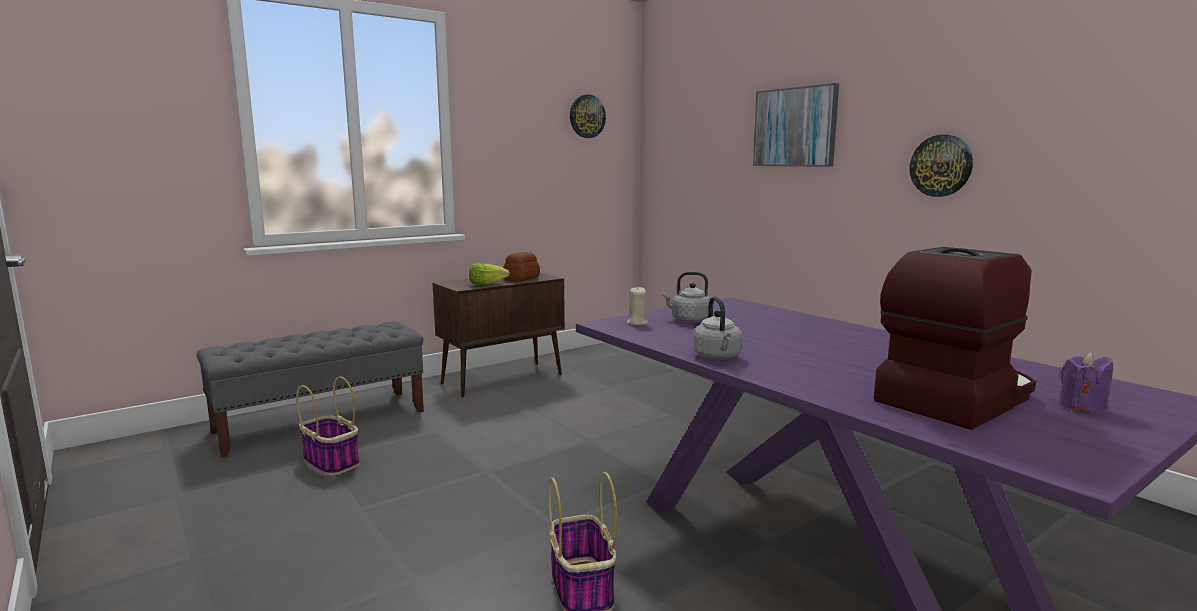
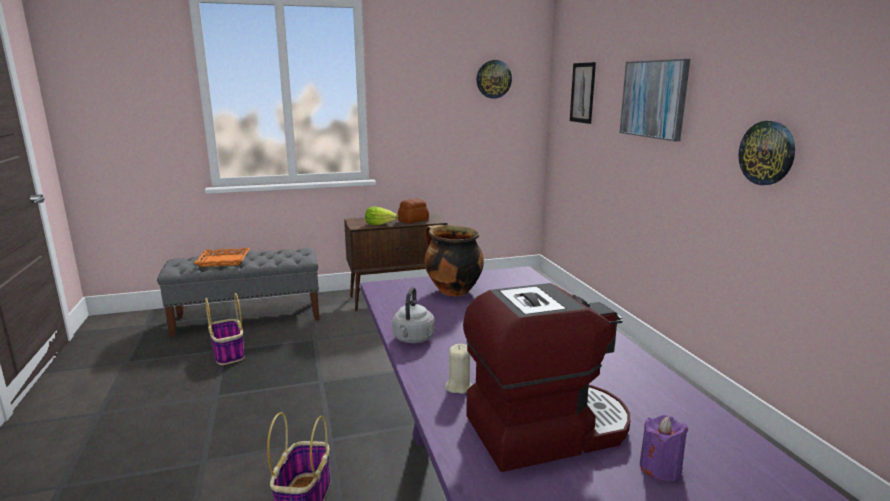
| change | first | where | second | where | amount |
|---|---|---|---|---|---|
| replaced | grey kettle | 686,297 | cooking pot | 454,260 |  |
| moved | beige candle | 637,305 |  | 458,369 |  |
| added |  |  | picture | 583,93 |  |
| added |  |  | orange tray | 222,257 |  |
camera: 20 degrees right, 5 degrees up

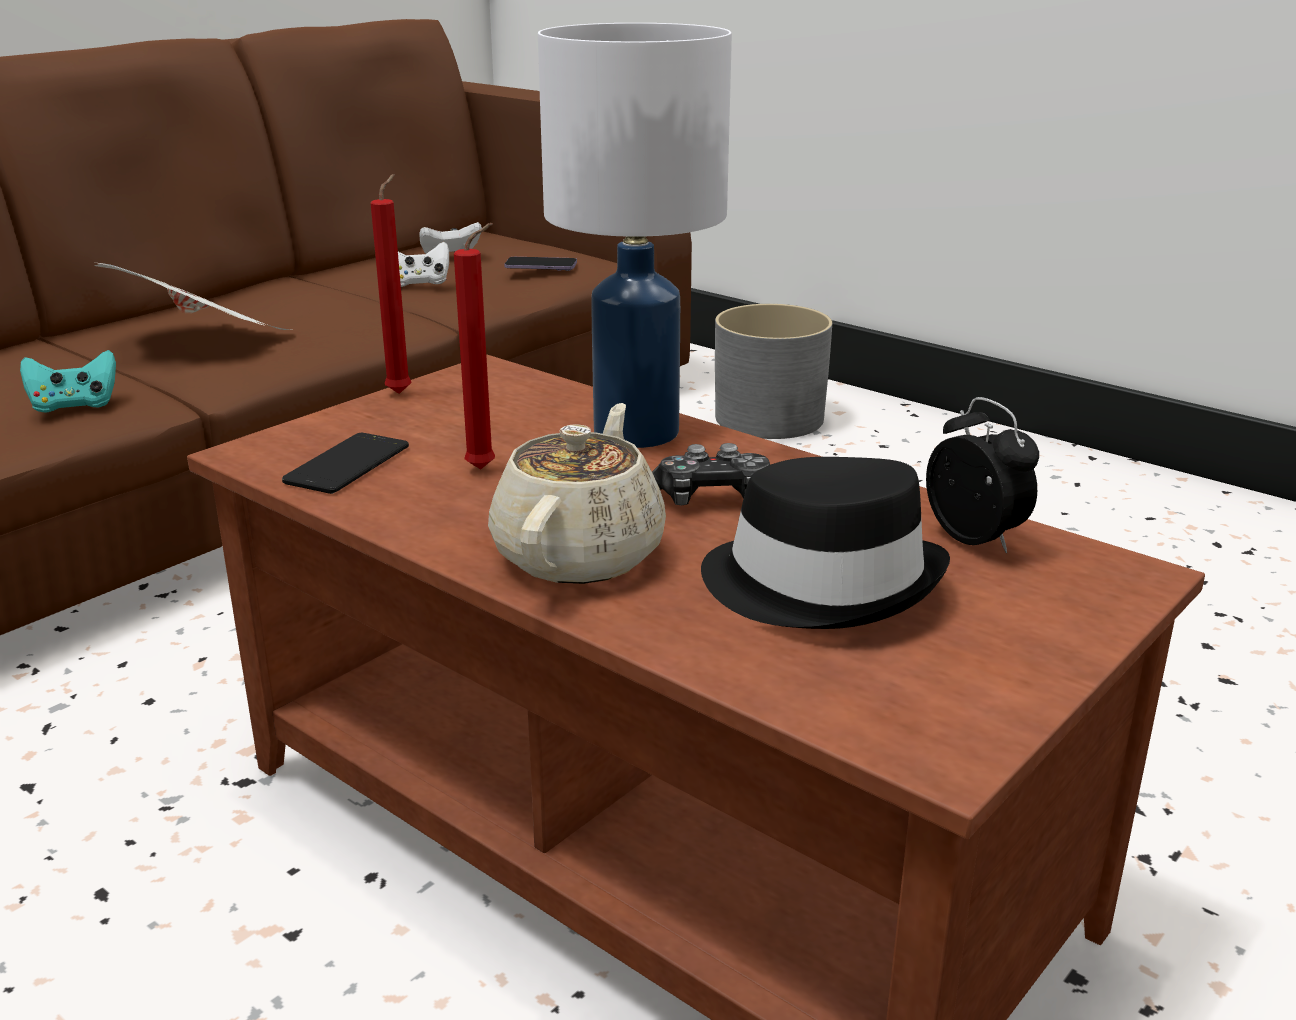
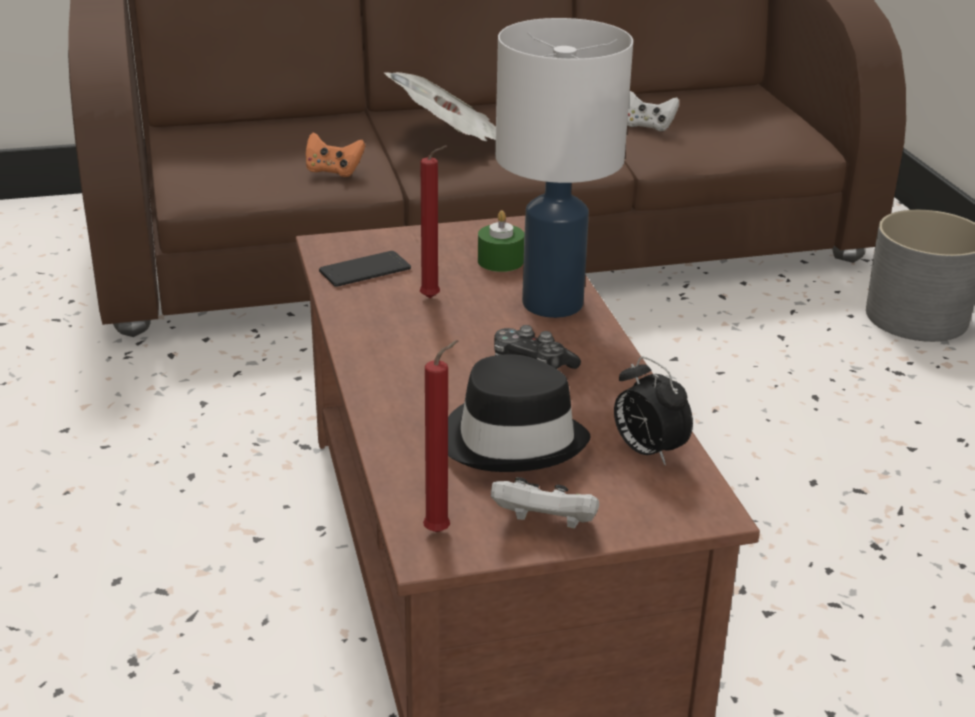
| change | first | where | second | where | amount |
|---|---|---|---|---|---|
| moved | red candle | 390,284 |  | 441,436 |  |
| moved | white game controller | 450,237 |  | 545,503 |  |
| removed | phone | 540,264 |  |  |  |
| recoloured | turquoise game controller | 68,381 | orange game controller | 335,154 |  |
| turned | alarm clock | 982,475 |  | 653,410 | 135 degrees clockwise |
| removed | beige teapot | 577,493 |  |  |  |
| added |  |  | green candle | 501,241 |  |
camera: 35 degrees right, 5 degrees up

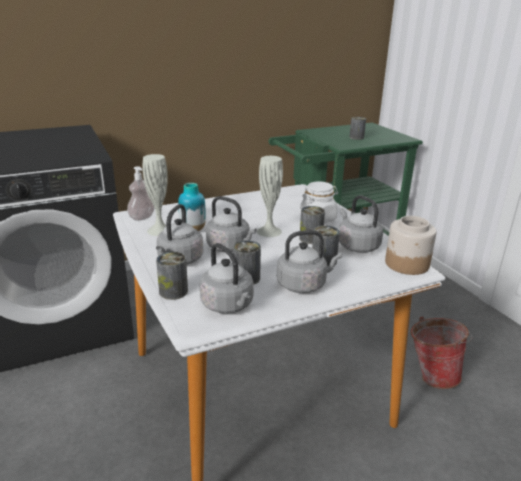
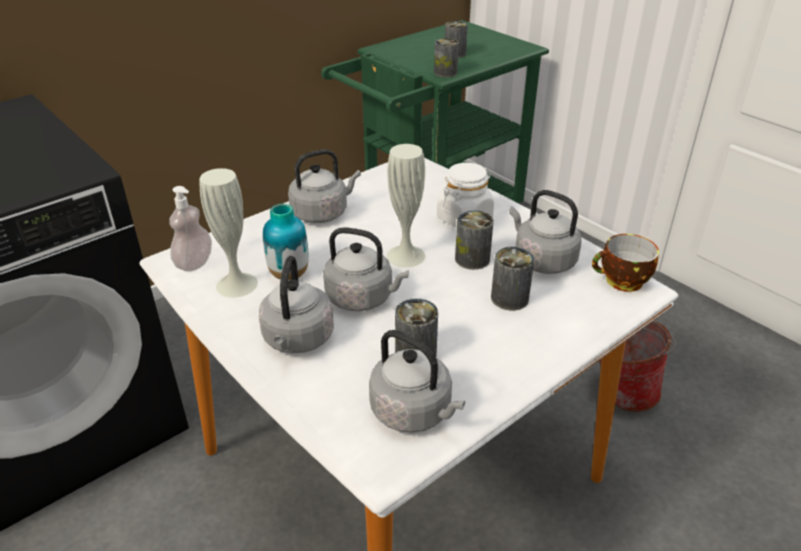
| change | first | where | second | where | amount |
|---|---|---|---|---|---|
| replaced | jar | 411,245 | cup | 625,263 |  |
| moved | grey kettle | 309,261 |  | 324,186 |  |
| moved | can | 172,276 |  | 446,58 |  |
camera: 15 degrees left, 10 degrees up

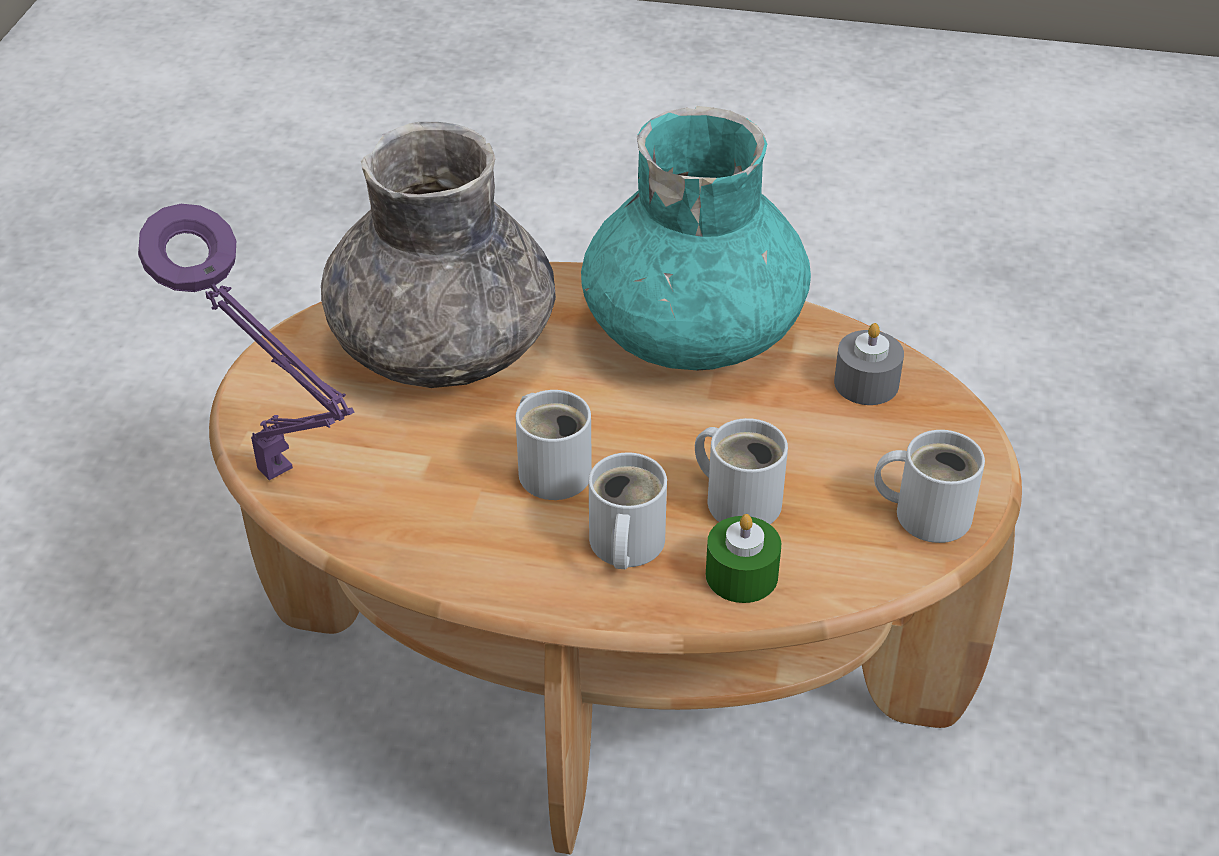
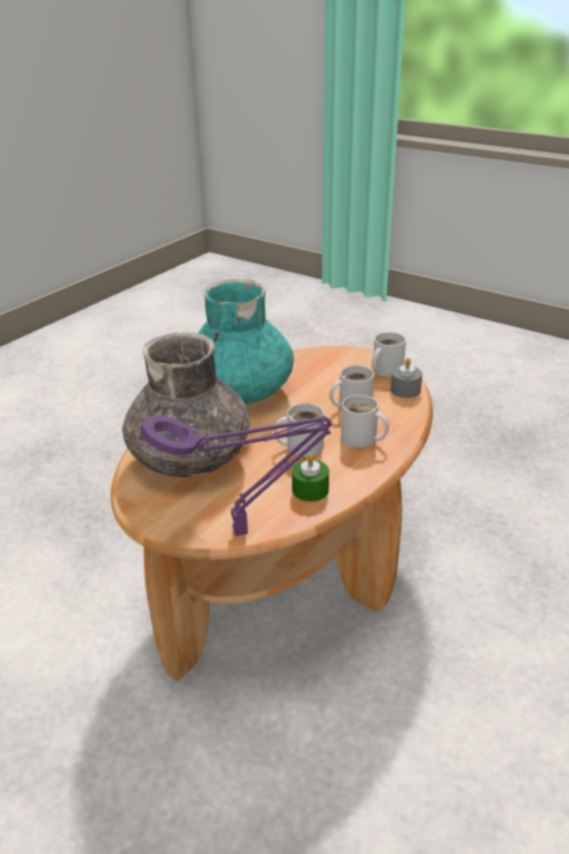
| change | first | where | second | where | amount |
|---|---|---|---|---|---|
| moved | grey candle | 869,364 |  | 406,378 |  |
| moved | green candle | 743,558 |  | 310,478 |  |
camera: 65 degrees left, 10 degrees down

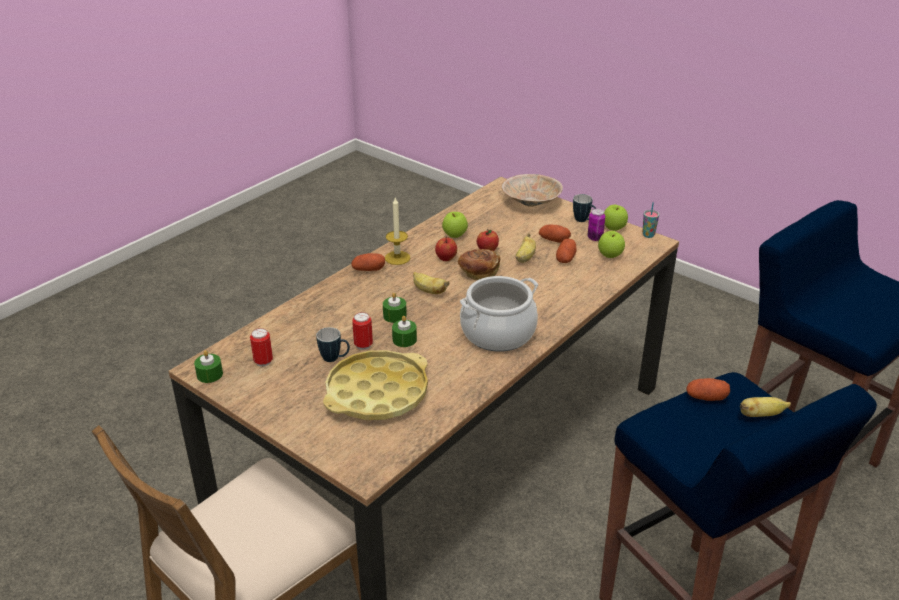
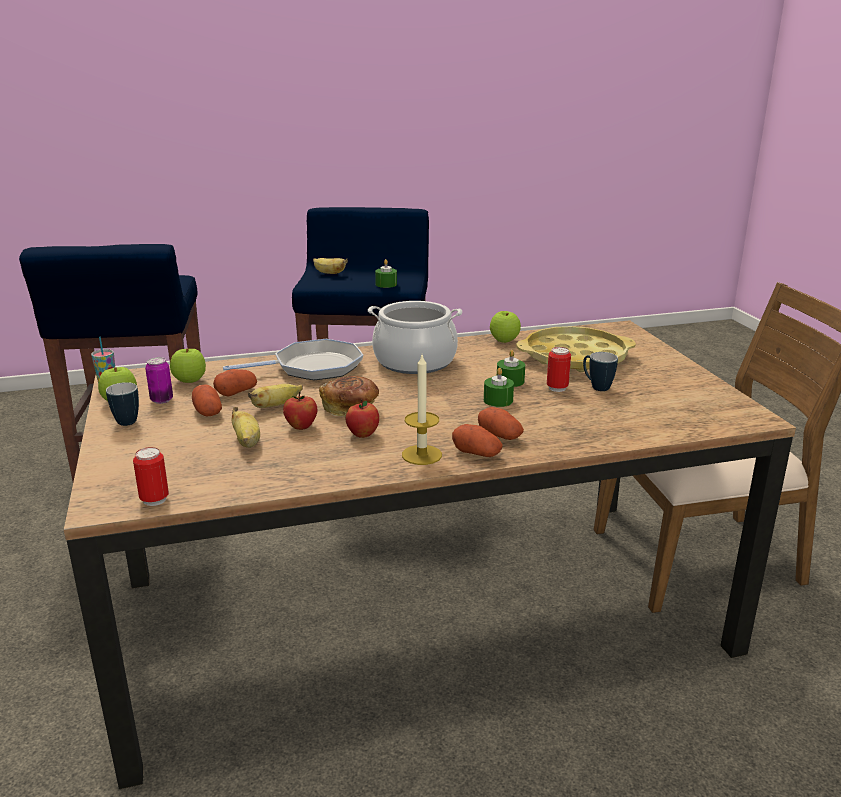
| change | first | where | second | where | amount |
|---|---|---|---|---|---|
| removed | beige bowl | 532,190 |  |  |  |
| moved | apple | 455,225 |  | 505,327 |  |
| moved | banana | 431,283 |  | 246,427 |  |
| moved | can | 261,347 |  | 151,476 |  |
| moved | green candle | 208,366 |  | 386,273 |  |
| moved | potato | 708,389 |  | 501,423 |  |
| added |  |  | frying pan | 293,359 |  |
camera: 145 degrees left, 10 degrees down

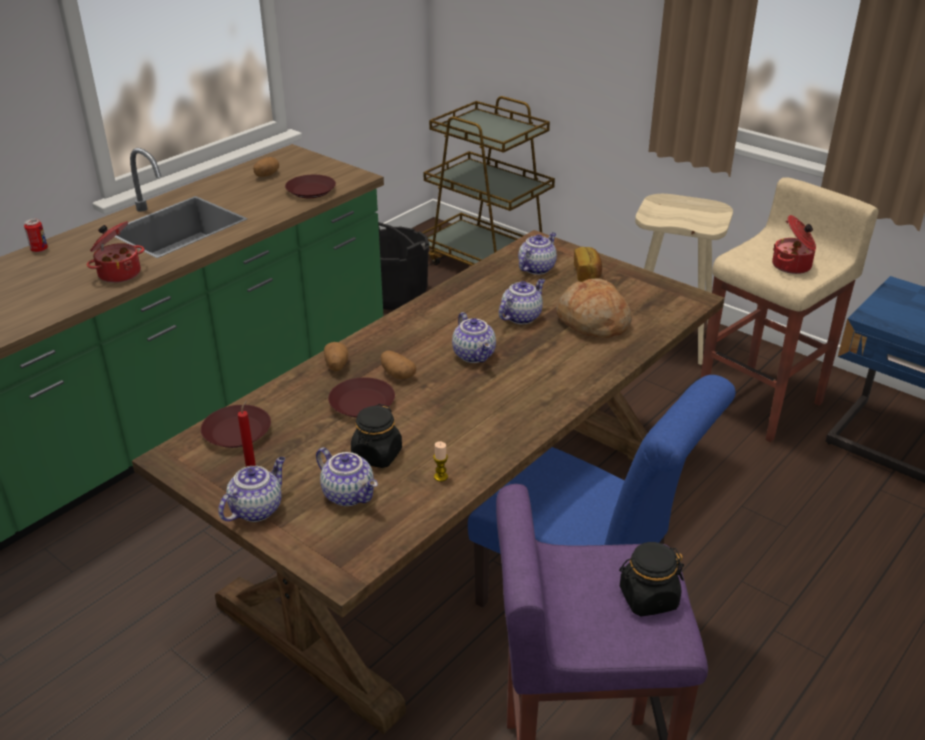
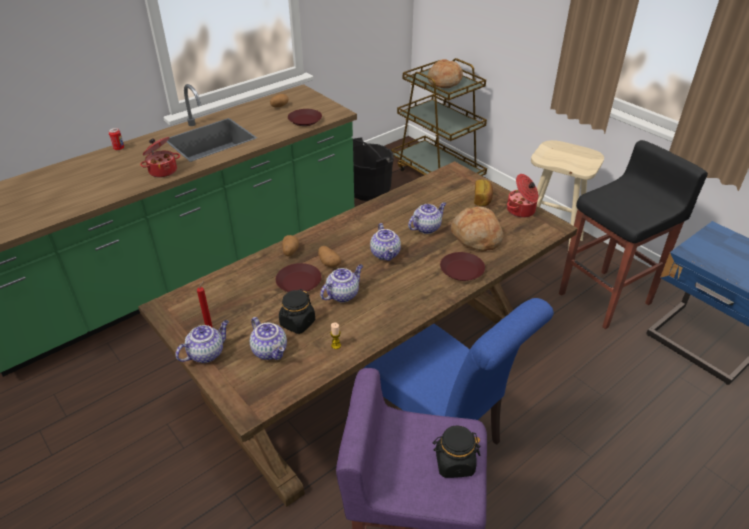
| change | first | where | second | where | amount |
|---|---|---|---|---|---|
| recoloured | beige stool | 789,309 | black stool | 633,234 |  |
| moved | cooking pot | 794,244 |  | 523,196 |  |
| moved | teapot | 537,253 |  | 341,283 |  |
| moved | brown plate | 236,426 |  | 462,266 |  |
| added |  |  | bread | 445,73 |  |
camera: 10 degrees right, 5 degrees up

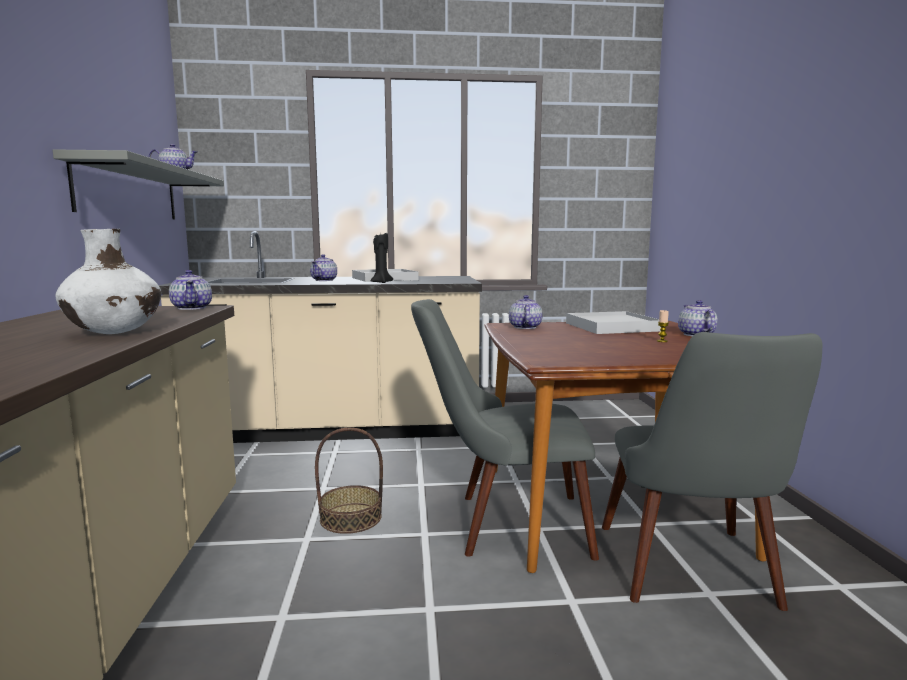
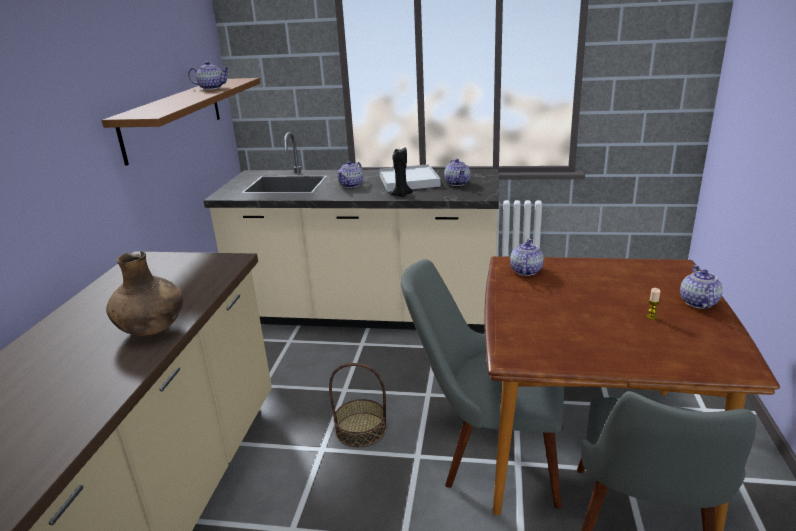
| change | first | where | second | where | amount |
|---|---|---|---|---|---|
| recoloured | grey shelf | 138,184 | brown shelf | 181,122 |  |
| recoloured | white vase | 108,281 | brown vase | 144,293 |  |
| moved | teapot | 190,290 |  | 457,172 |  |
| removed | white tray | 613,322 |  |  |  |
camera: 15 degrees right, 15 degrees up

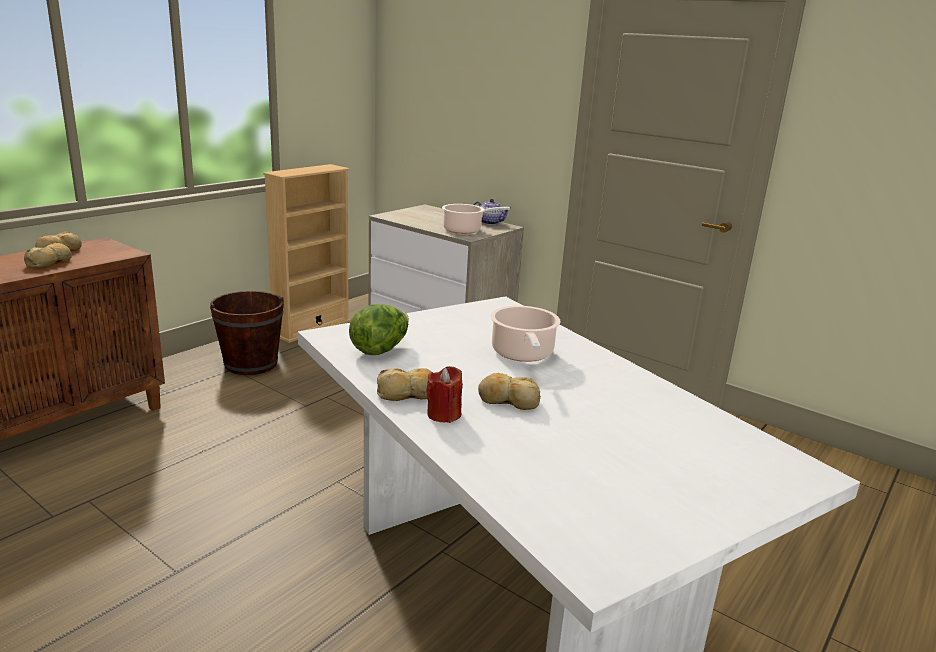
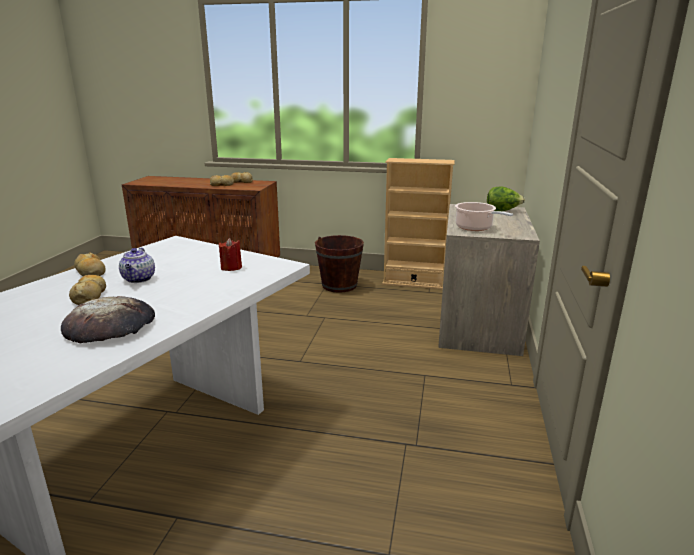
| change | first | where | second | where | amount |
|---|---|---|---|---|---|
| moved | teapot | 492,212 |  | 137,265 |  |
| moved | lettuce | 379,329 |  | 506,198 |  |
| removed | cooking pot | 525,334 |  |  |  |
| moved | red candle | 444,394 |  | 230,254 |  |
| added |  |  | bread | 108,319 |  |
camera: 65 degrees right, 0 degrees up

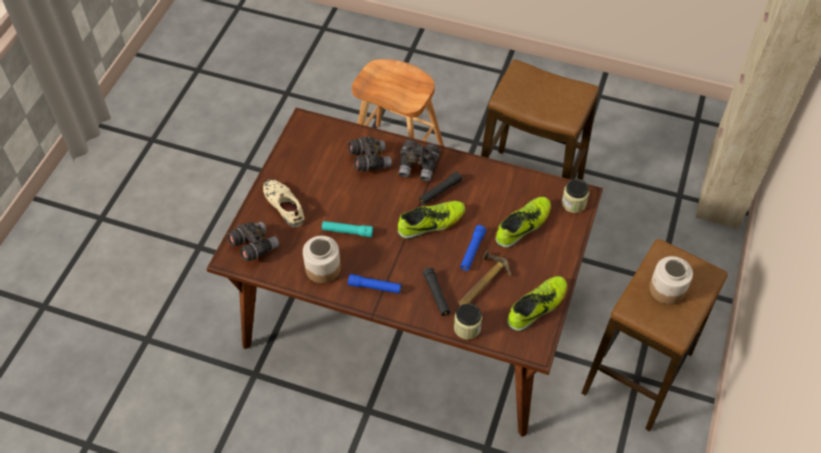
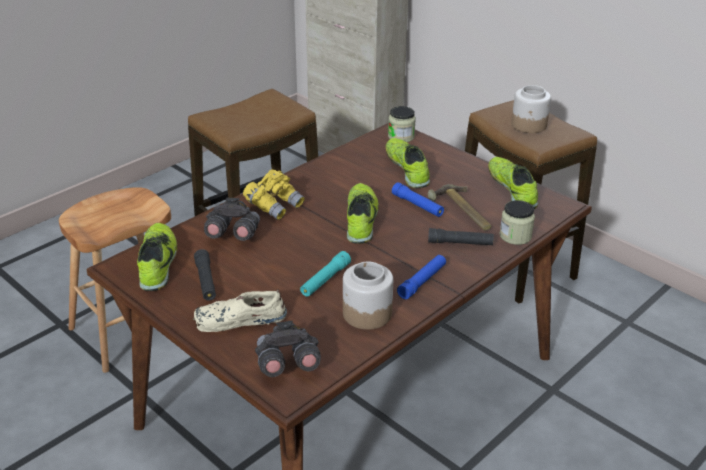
| change | first | where | second | where | amount |
|---|---|---|---|---|---|
| recoloured | grey binoculars | 419,160 | yellow binoculars | 274,195 |  |
| moved | black flashlight | 440,188 |  | 205,275 |  |
| added |  |  | shoe | 157,257 |  |
camera: 65 degrees left, 20 degrees down

